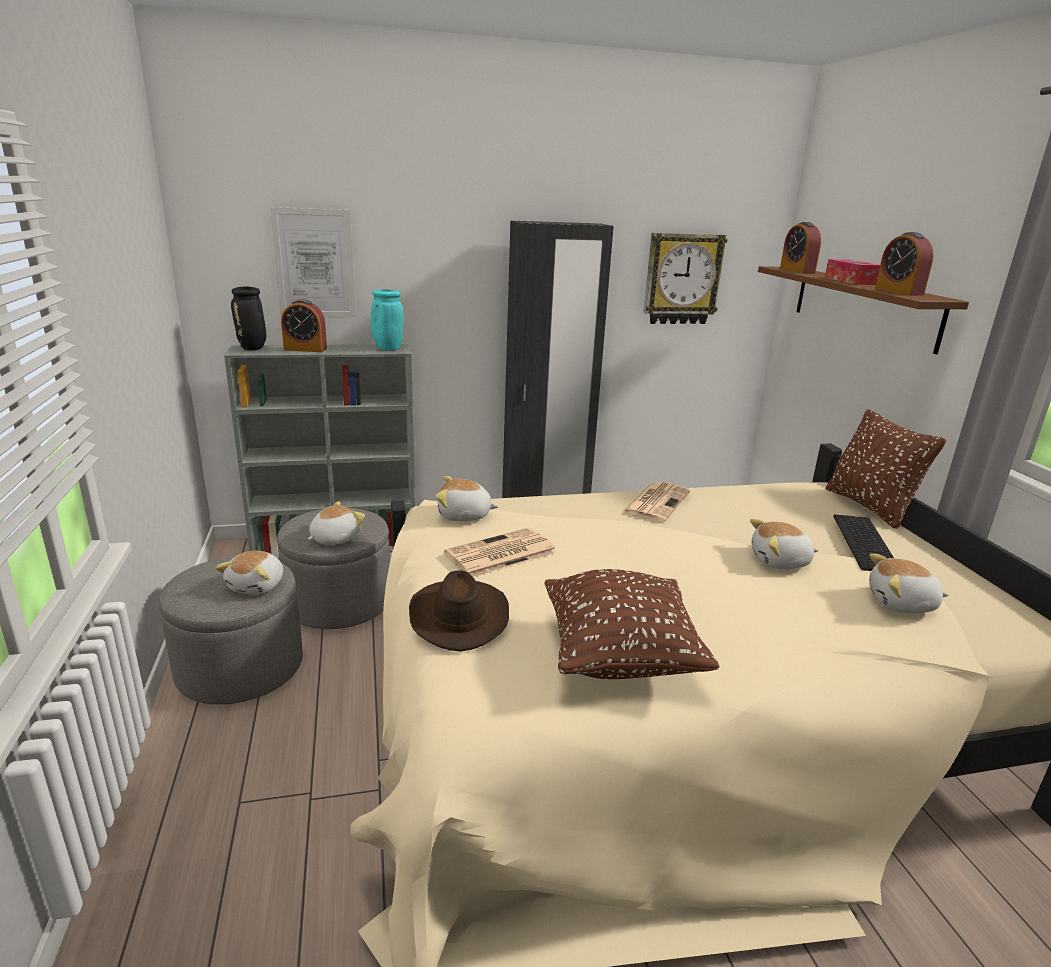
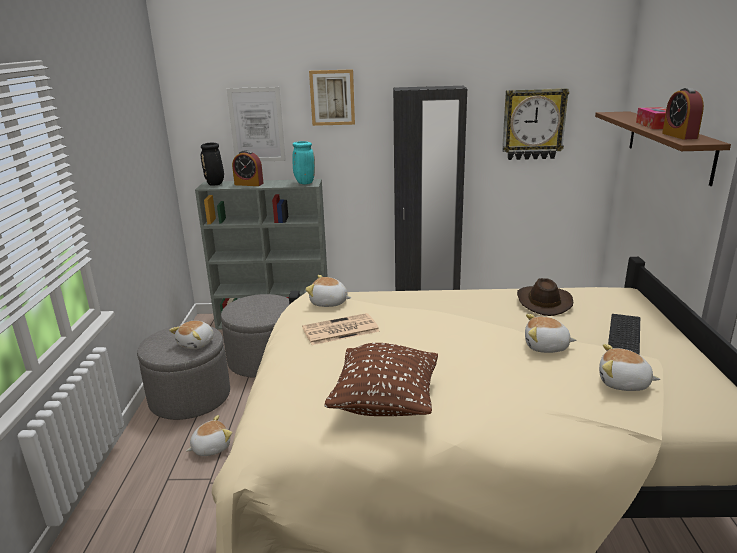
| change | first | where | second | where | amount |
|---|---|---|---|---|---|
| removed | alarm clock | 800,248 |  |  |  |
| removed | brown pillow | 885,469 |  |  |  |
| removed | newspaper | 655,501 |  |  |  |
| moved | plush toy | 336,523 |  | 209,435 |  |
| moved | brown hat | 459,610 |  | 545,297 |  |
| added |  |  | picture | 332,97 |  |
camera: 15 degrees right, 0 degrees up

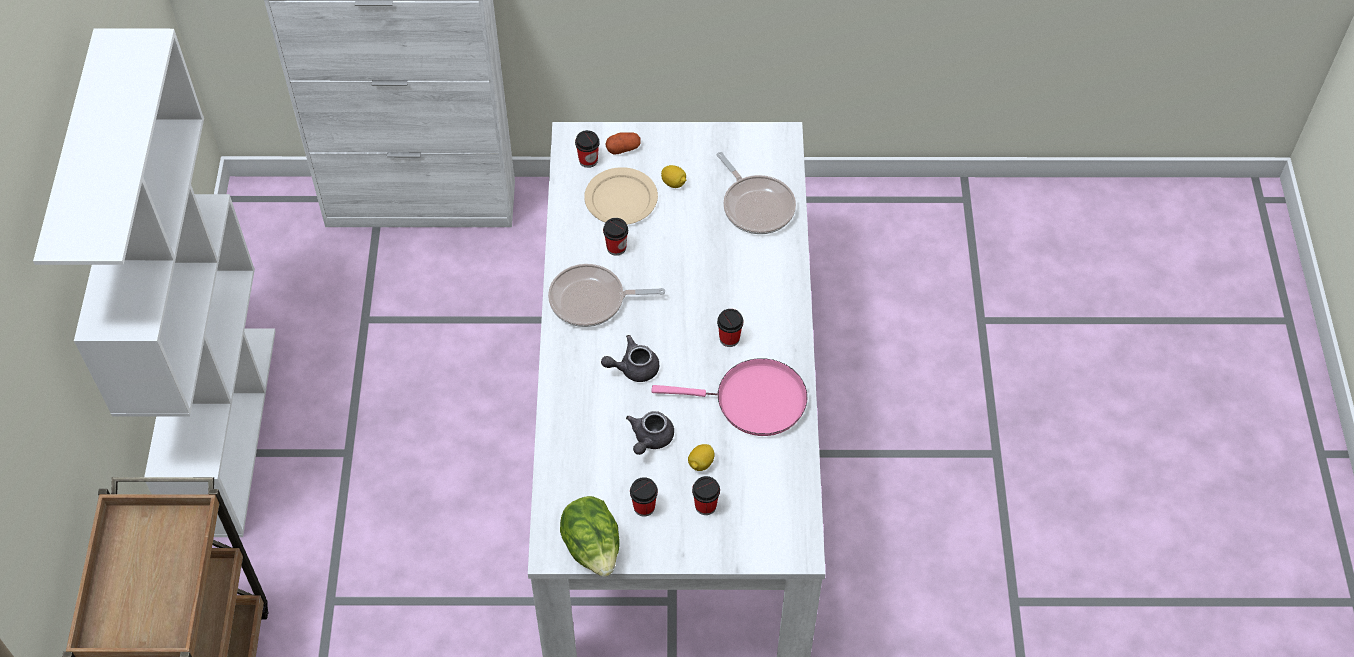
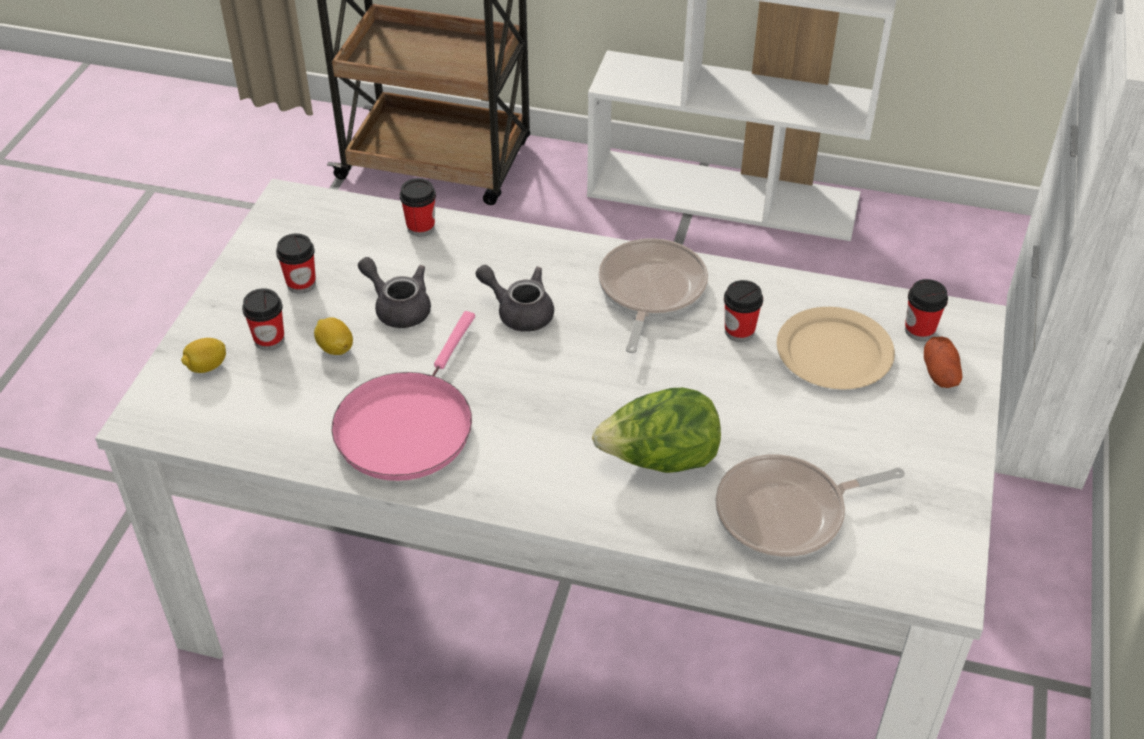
| change | first | where | second | where | amount |
|---|---|---|---|---|---|
| moved | lemon | 673,176 |  | 203,355 |  |
| moved | cup | 730,328 |  | 418,207 |  |
| turned | grey teapot | 630,358 |  | 514,298 | 60 degrees counterclockwise |
| moved | lettuce | 590,536 |  | 656,430 |  |
camera: 105 degrees right, 10 degrees down

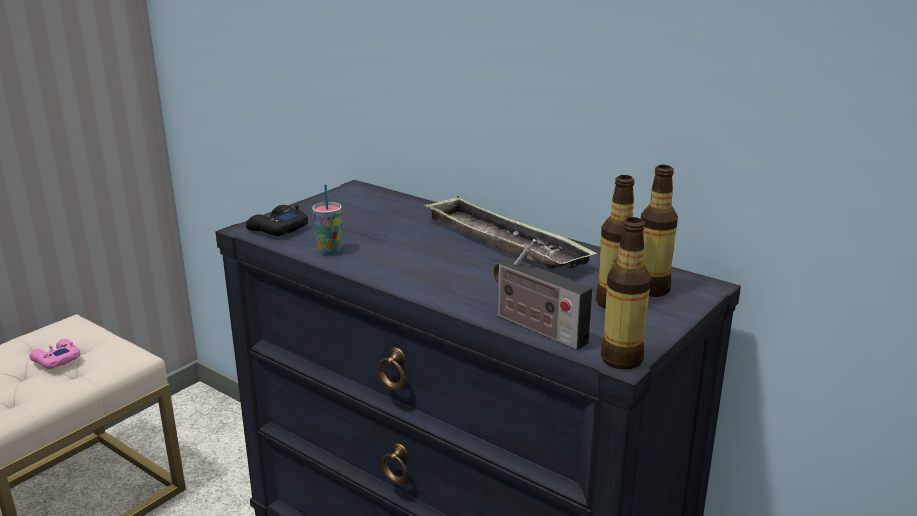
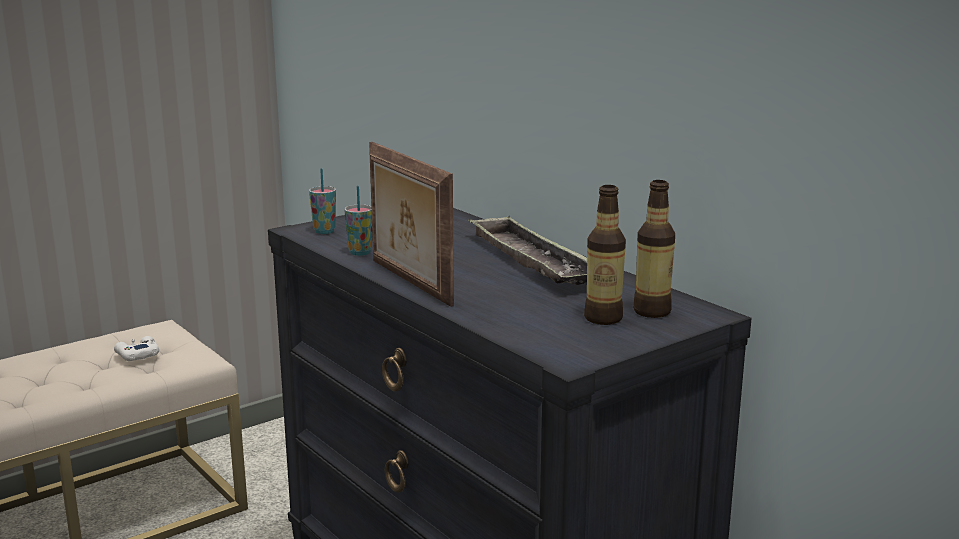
| change | first | where | second | where | amount |
|---|---|---|---|---|---|
| replaced | black game controller | 277,220 | cup | 322,201 |  |
| removed | bottle | 626,293 |  |  |  |
| removed | radio | 542,294 |  |  |  |
| recoloured | pink game controller | 54,354 | white game controller | 136,348 |  |
| added |  |  | picture frame | 411,224 |  |
camera: 15 degrees right, 5 degrees down

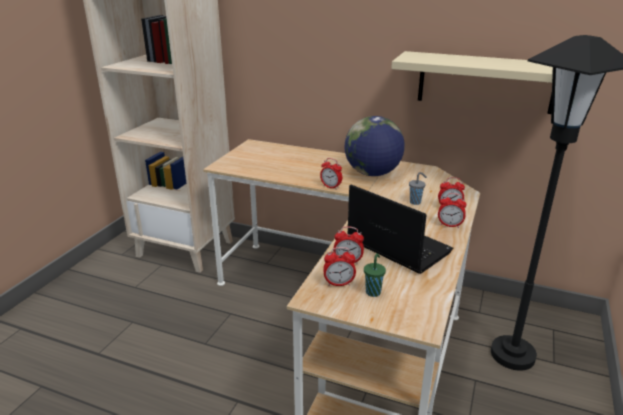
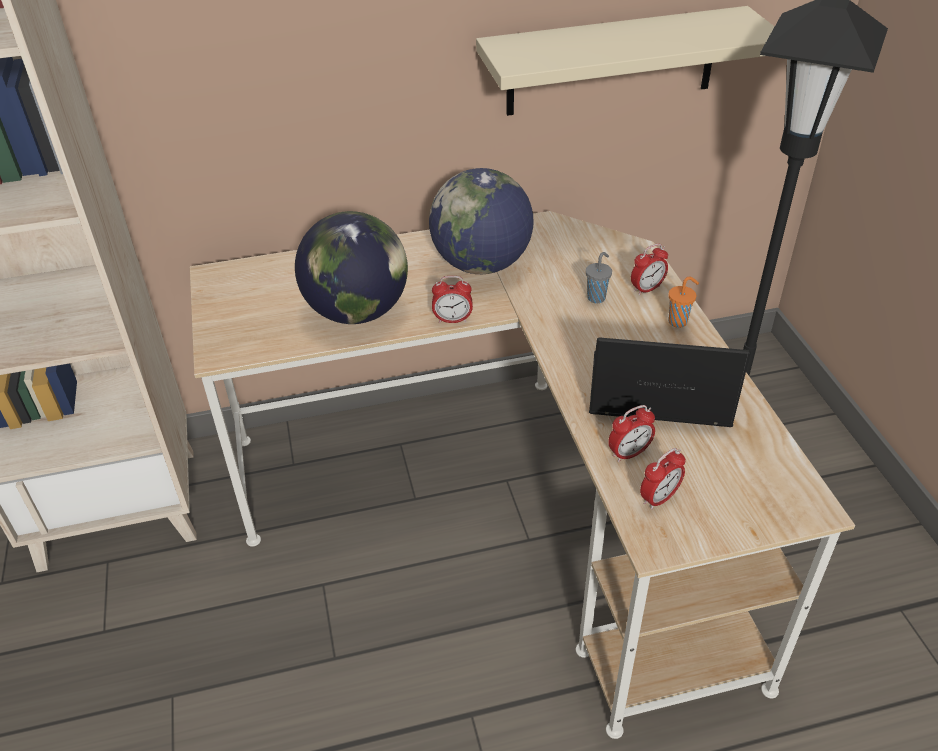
| change | first | where | second | where | amount |
|---|---|---|---|---|---|
| replaced | alarm clock | 452,210 | orange cup | 683,302 |  |
| removed | green cup | 375,275 |  |  |  |
| added |  |  | globe | 351,267 |  |
camera: 35 degrees left, 15 degrees up

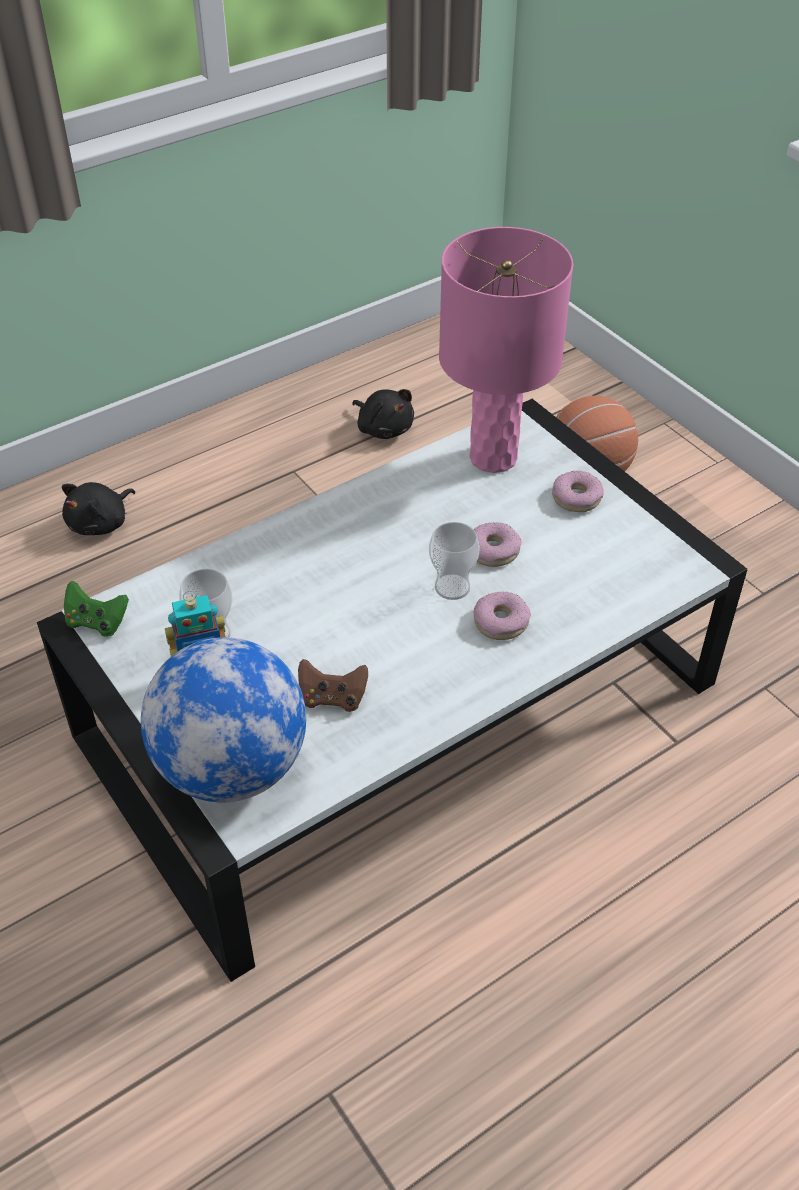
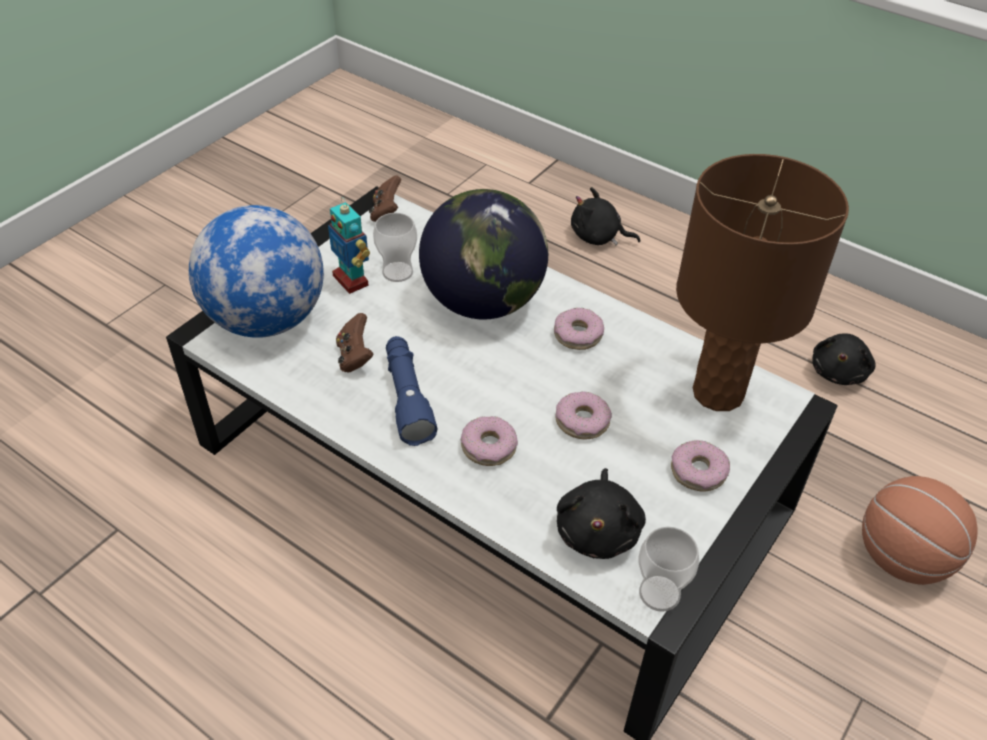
| change | first | where | second | where | amount |
|---|---|---|---|---|---|
| recoloured | pink table lamp | 506,350 | brown table lamp | 762,282 |  |
| moved | cup | 454,561 |  | 668,569 |  |
| recoloured | green game controller | 96,609 | brown game controller | 385,198 |  |
| added |  |  | globe | 483,254 |  |
| added |  |  | donut | 579,329 |  |
| added |  |  | blue flashlight | 411,391 |  |
| added |  |  | black plush toy | 601,513 |  |
camera: 70 degrees right, 0 degrees up

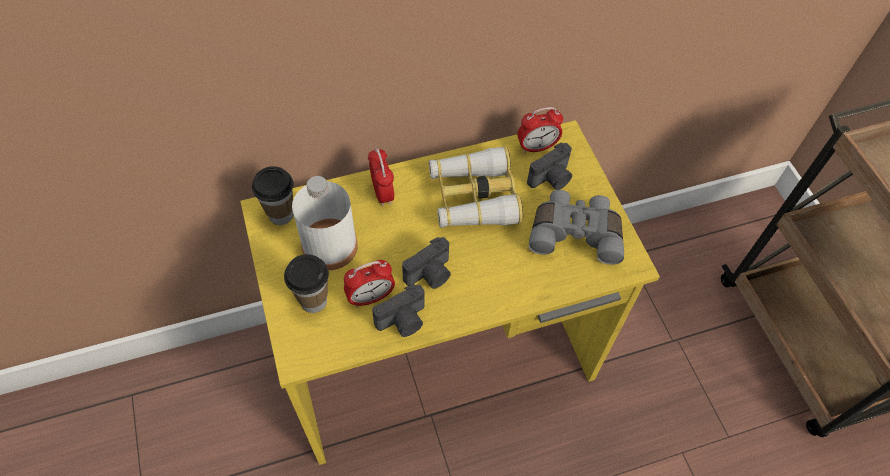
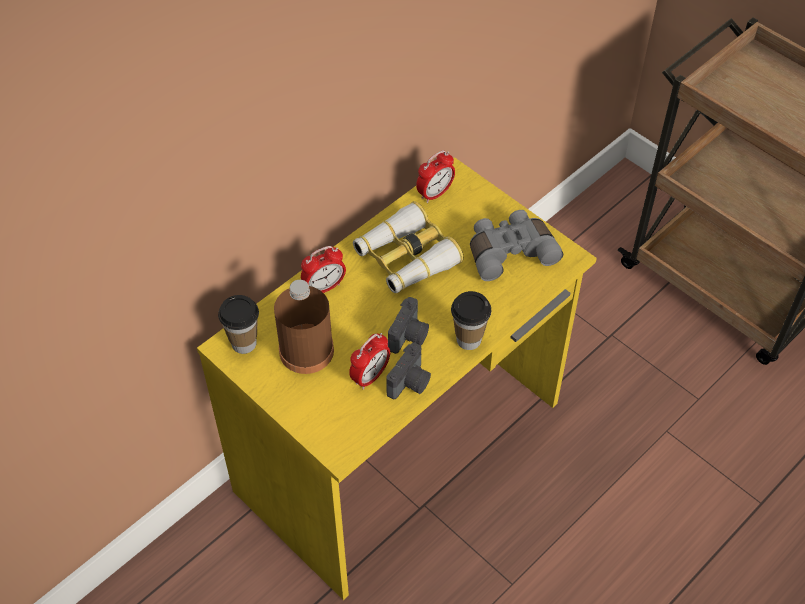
| change | first | where | second | where | amount |
|---|---|---|---|---|---|
| removed | photo camera | 549,166 |  |  |  |
| turned | alarm clock | 381,177 |  | 323,269 | 105 degrees clockwise |
| recoloured | white bottle | 325,223 | brown bottle | 304,327 |  |
| moved | cup | 306,283 |  | 471,320 |  |
camera: 25 degrees left, 5 degrees down

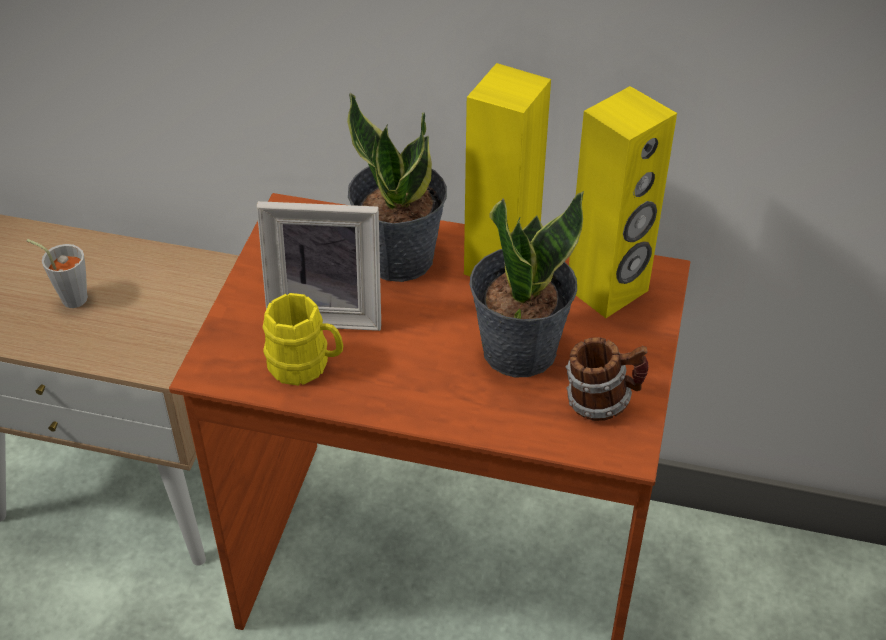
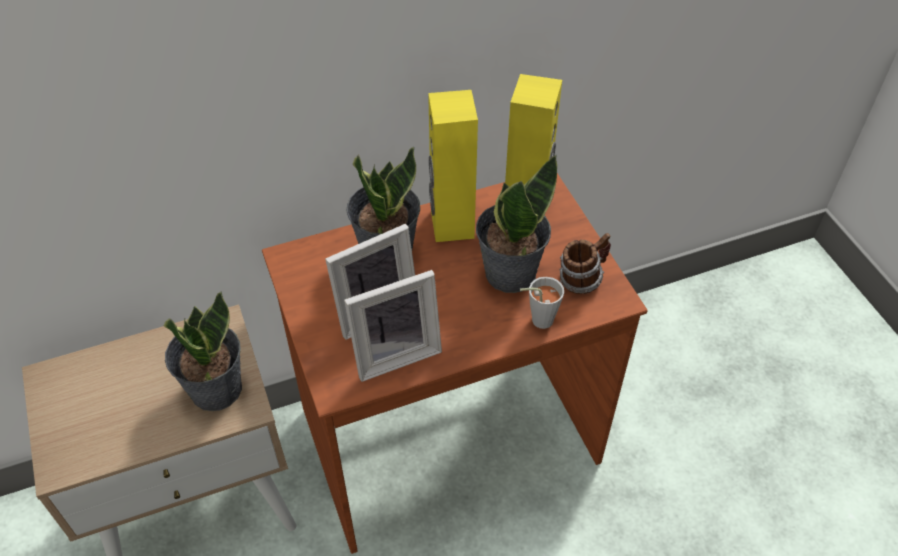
| change | first | where | second | where | amount |
|---|---|---|---|---|---|
| moved | grey cup | 57,273 |  | 542,303 |  |
| replaced | yellow mug | 303,339 | picture frame | 393,326 |  |
| added |  |  | potted plant | 203,351 |  |
camera: 35 degrees left, 5 degrees up

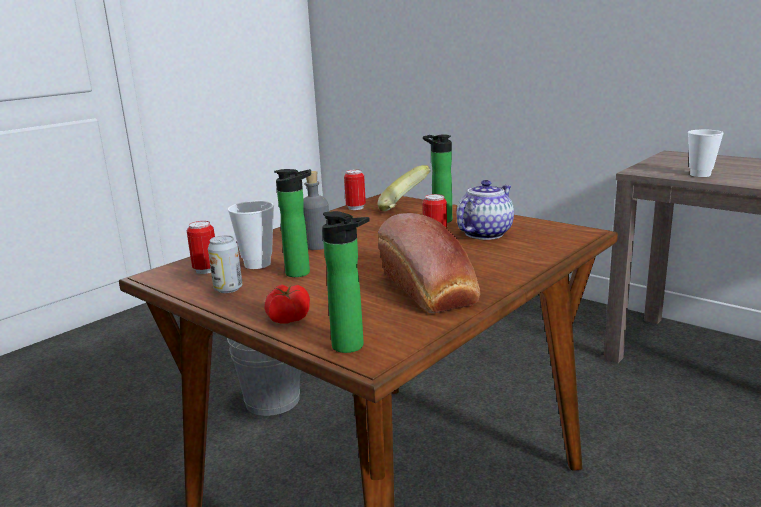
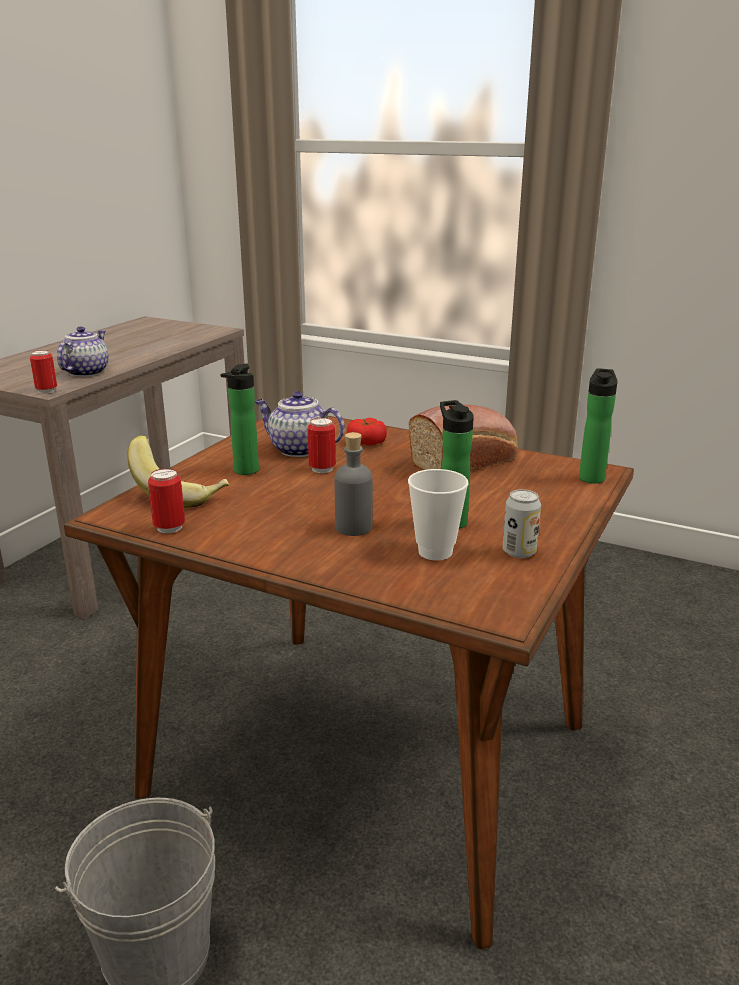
| change | first | where | second | where | amount |
|---|---|---|---|---|---|
| replaced | cup | 706,153 | teapot | 83,351 |  |
| moved | can | 201,247 |  | 43,372 |  |
| moved | tomato | 287,304 |  | 367,431 |  |
camera: 105 degrees left, 5 degrees up

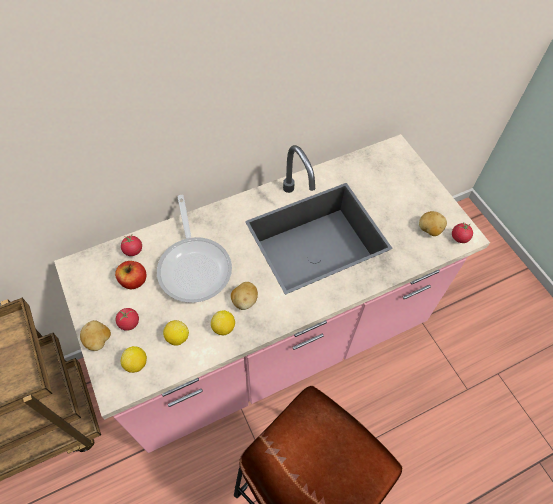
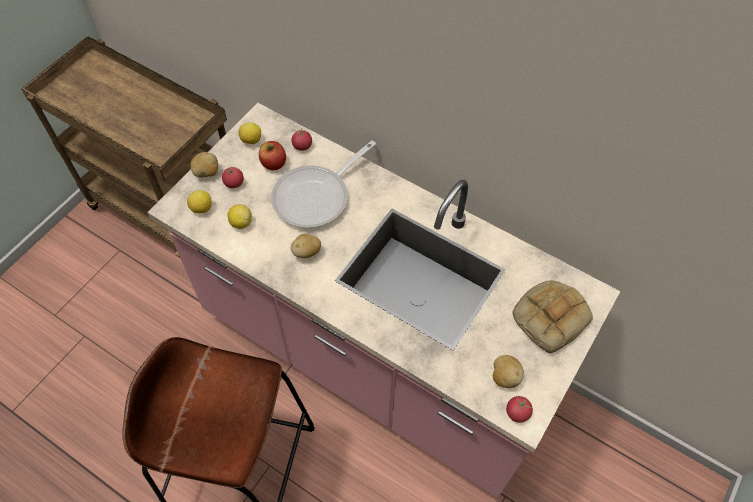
| change | first | where | second | where | amount |
|---|---|---|---|---|---|
| moved | lemon | 223,322 |  | 250,133 |  |
| added |  |  | bread | 552,316 |  |
camera: 60 degrees right, 0 degrees up

